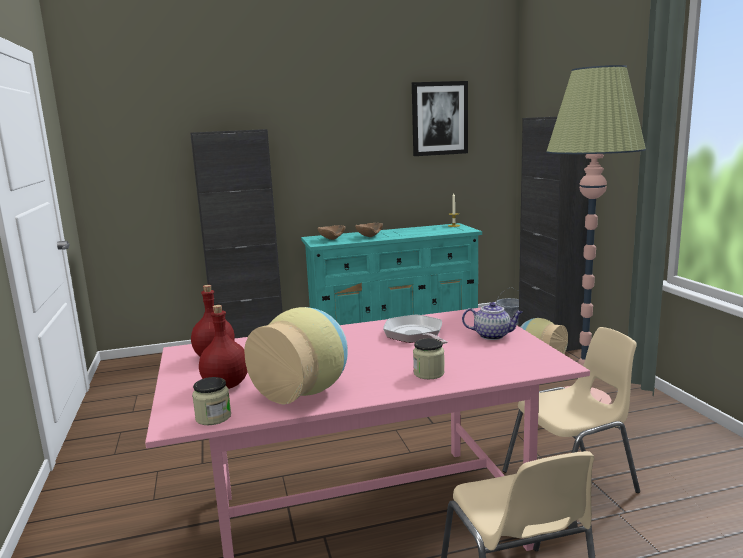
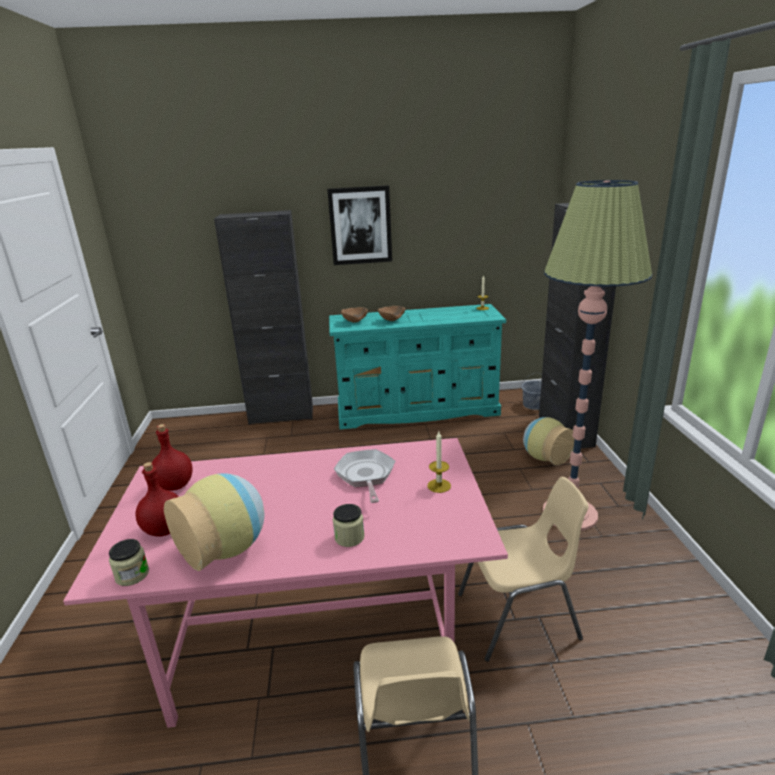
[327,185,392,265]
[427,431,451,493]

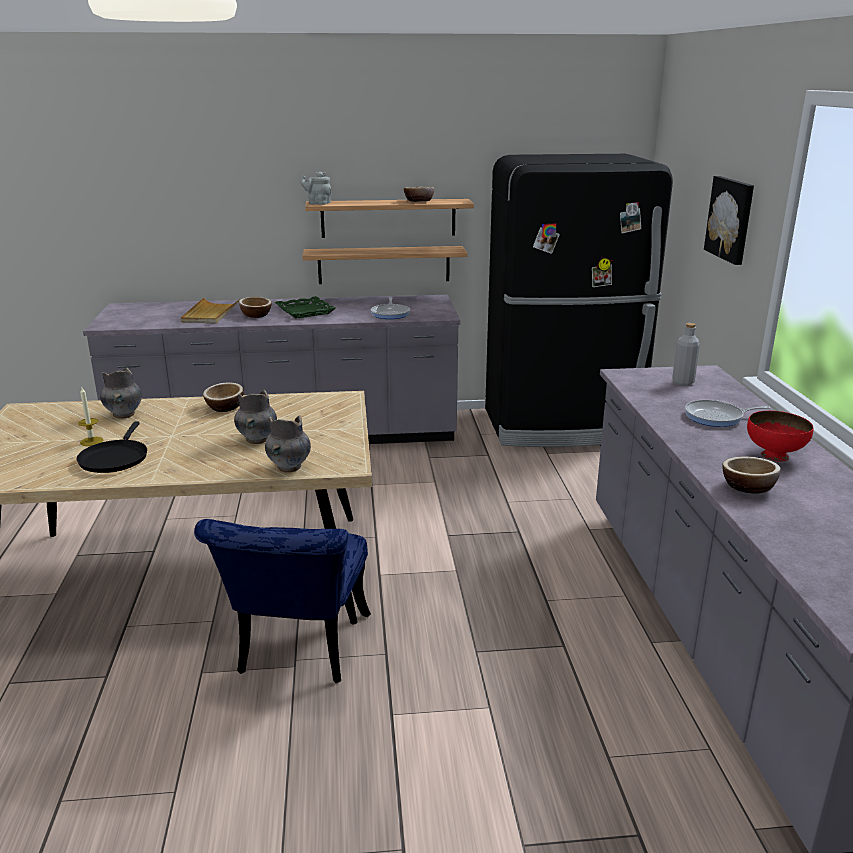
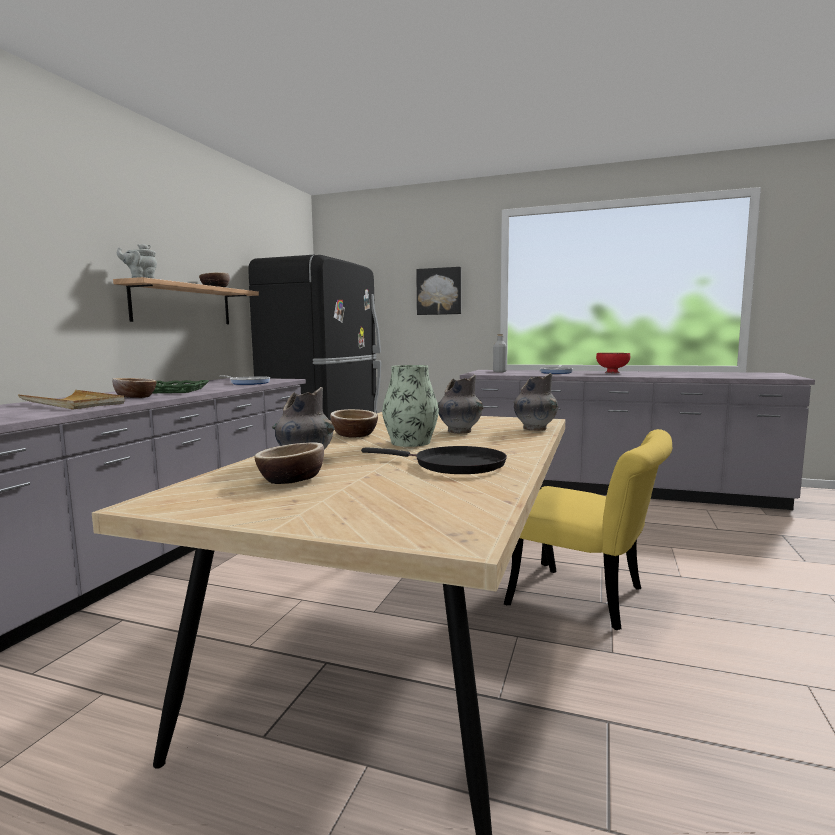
[302,246,467,284] (first image)
[78,387,103,446] (first image)
[255,442,324,484]
[504,429,672,630]
[382,365,439,447]

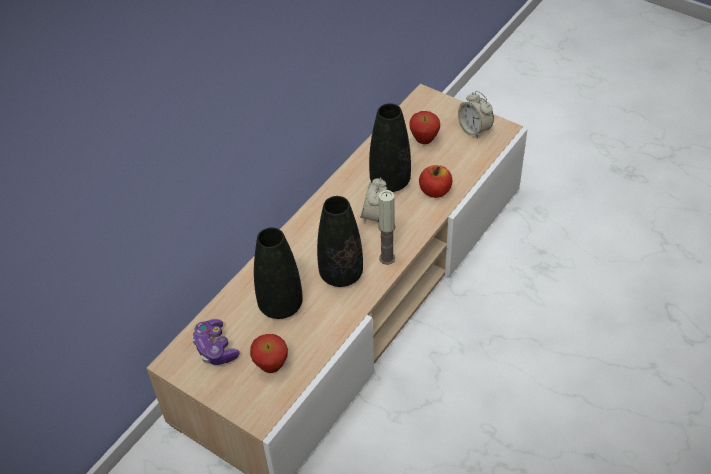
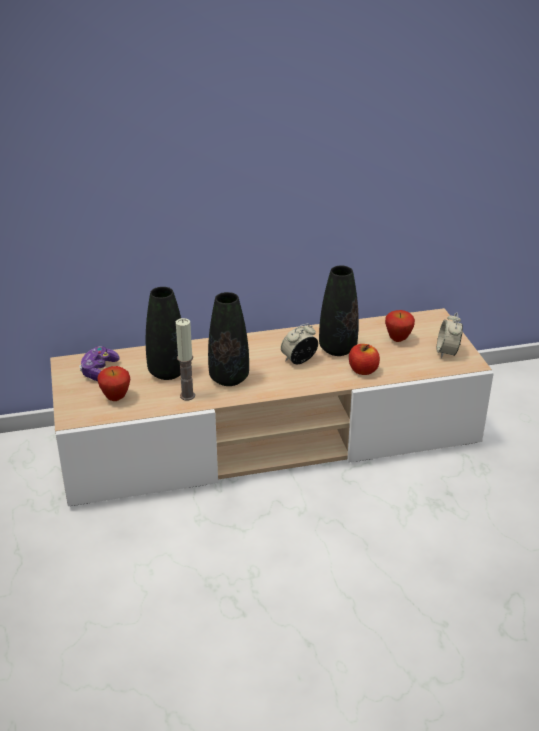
[176,318,195,400]

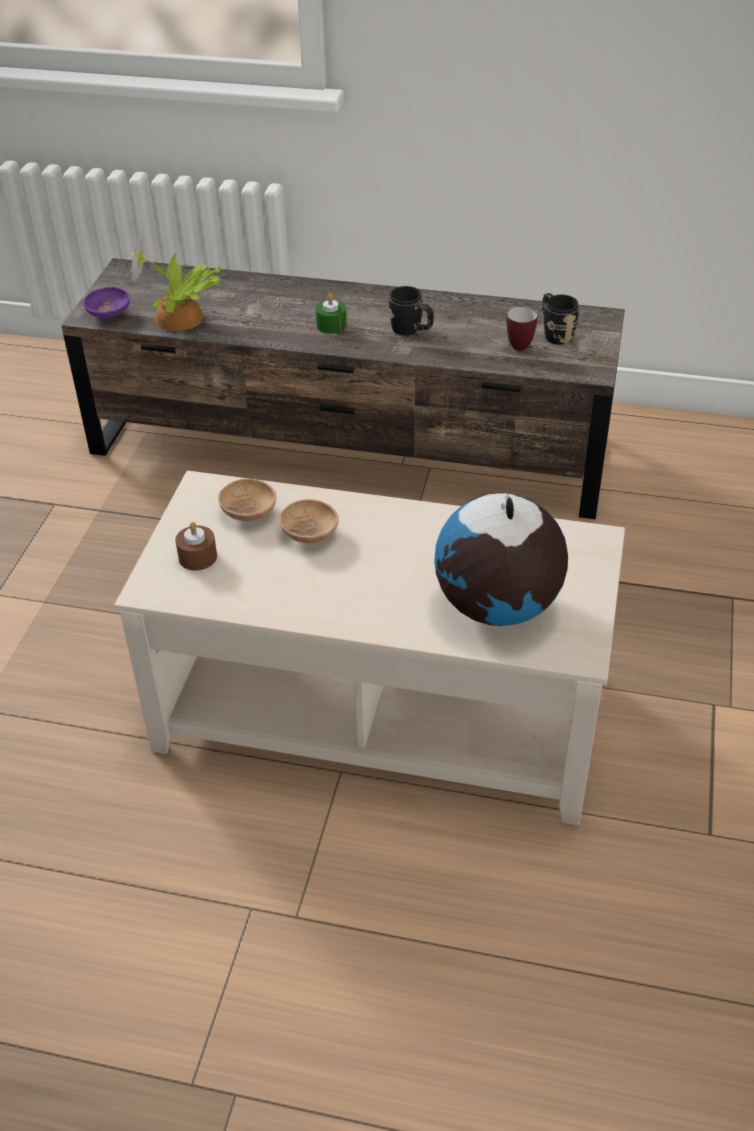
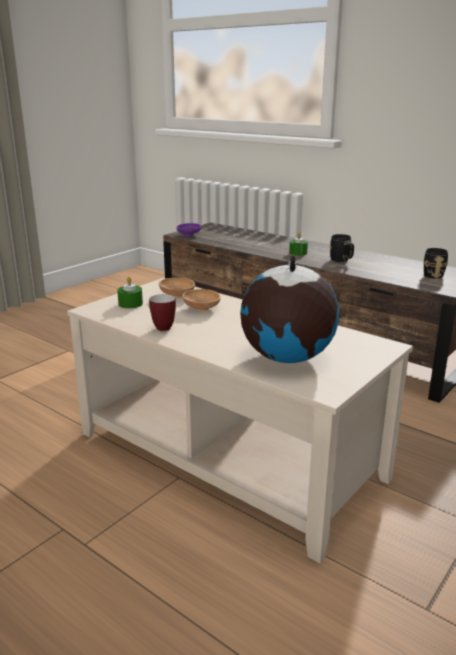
[131,234,220,331] (first image)
[149,294,176,331]
[117,277,143,309]

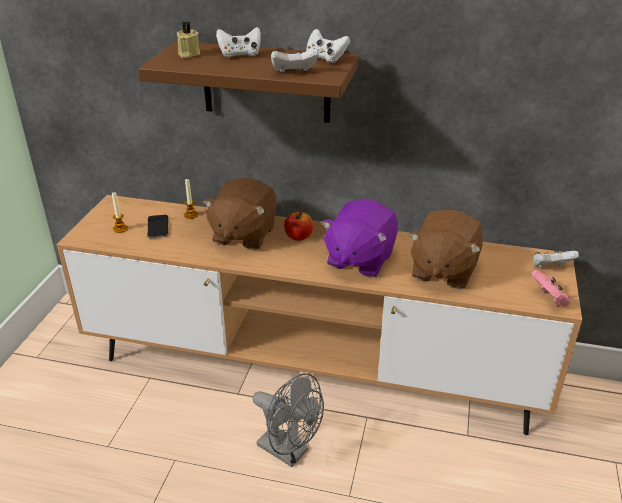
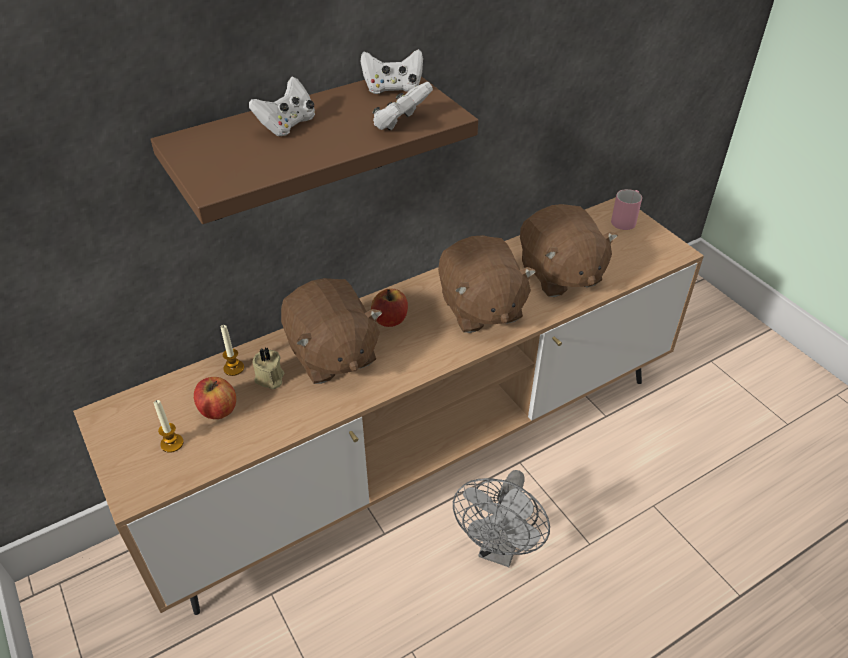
[252,347,284,389]
[438,235,536,333]
[194,377,236,419]
[611,189,642,230]
[531,270,571,306] (first image)
[453,470,550,567]

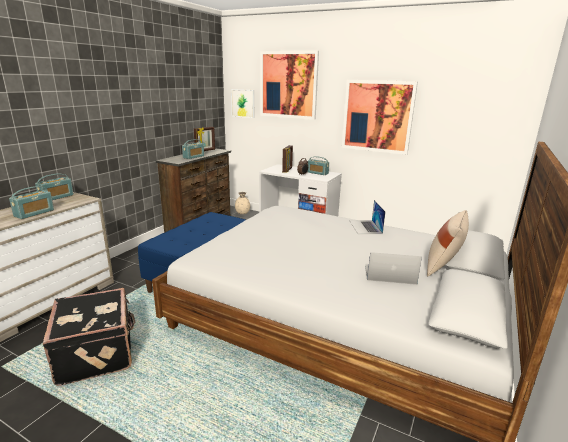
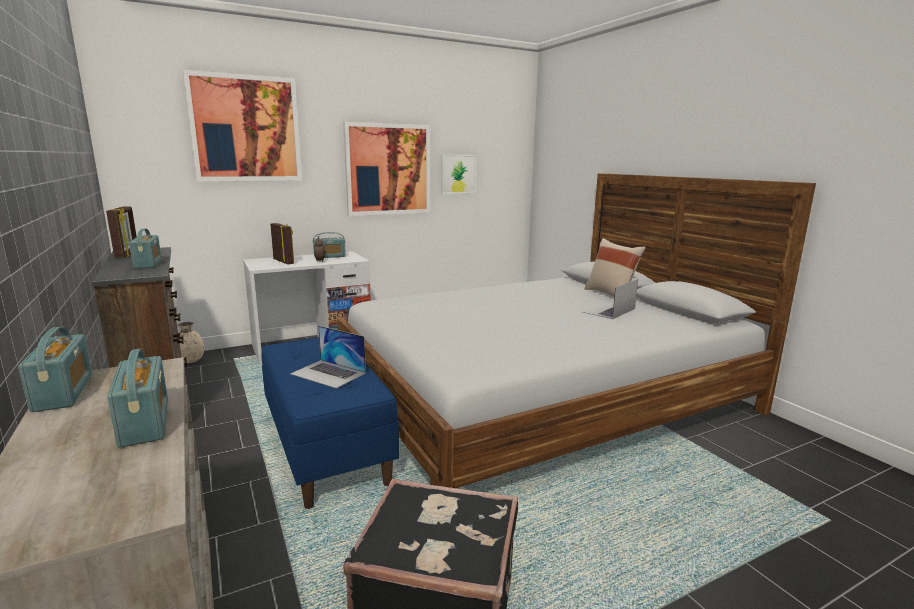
[441,154,476,194]
[290,326,366,389]

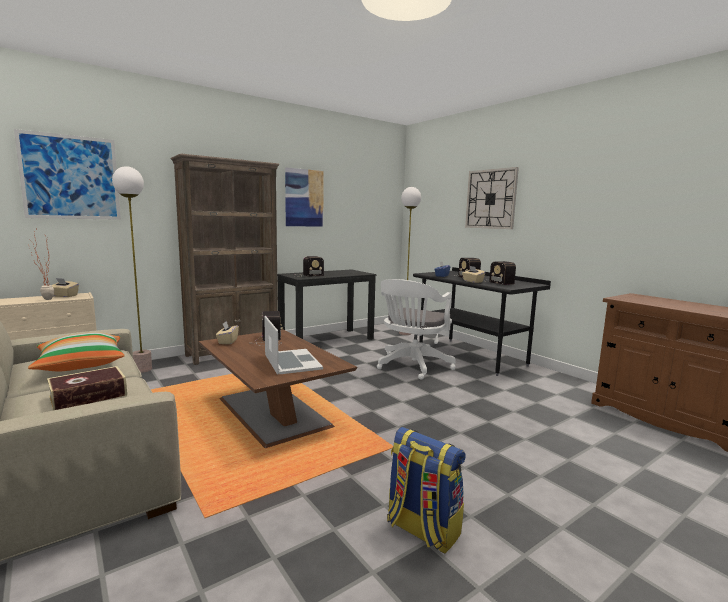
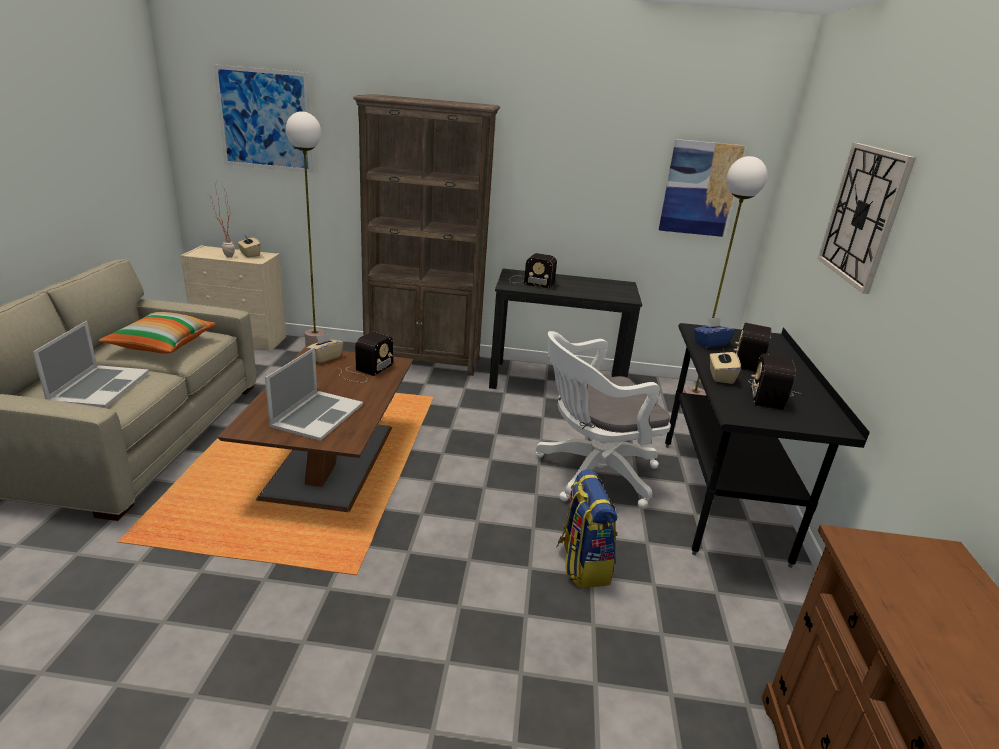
[659,139,745,237]
[33,321,149,408]
[557,470,617,588]

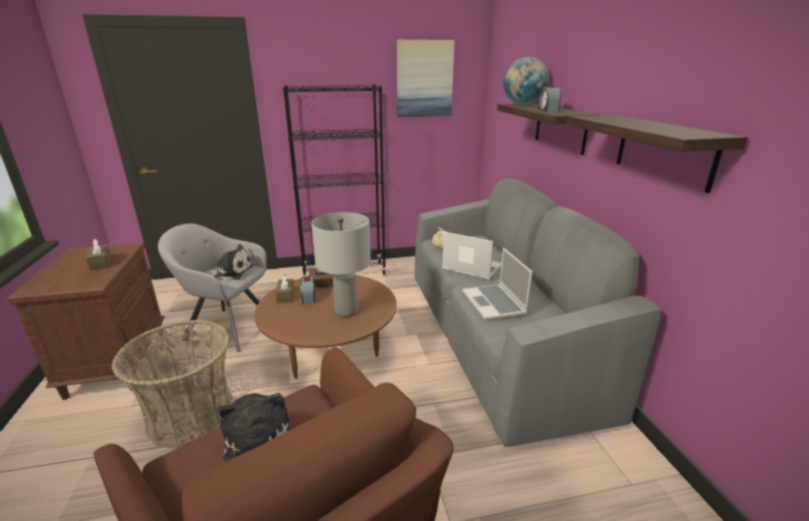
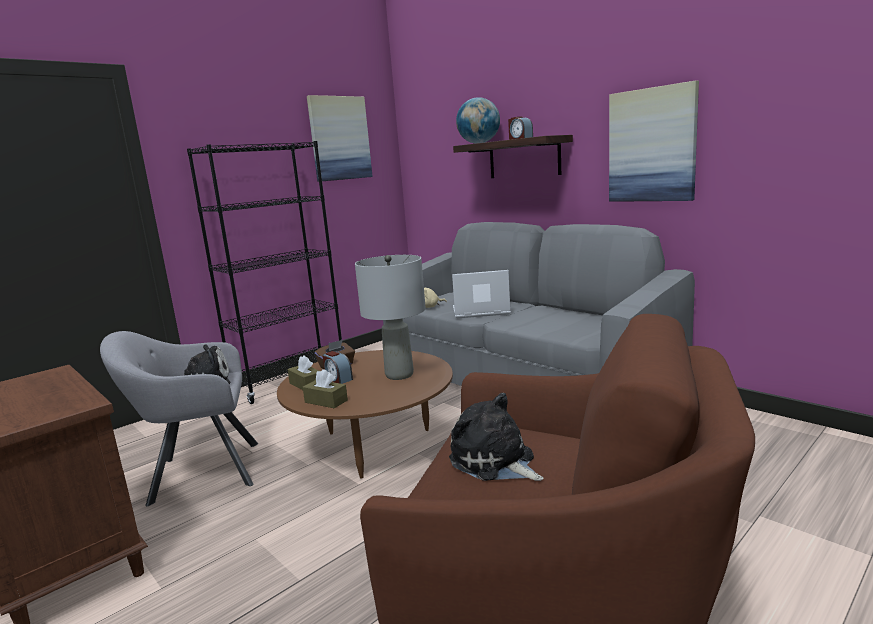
[609,80,699,202]
[303,369,348,408]
[462,248,532,320] (first image)
[111,320,233,449] (first image)

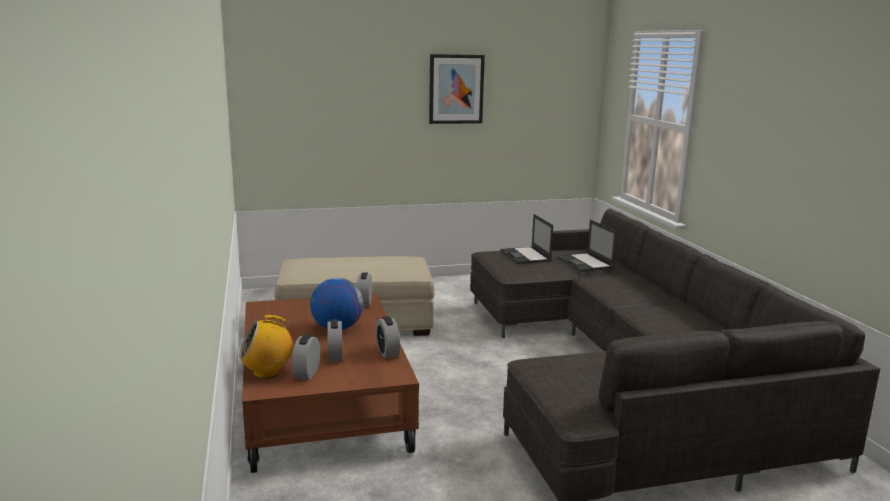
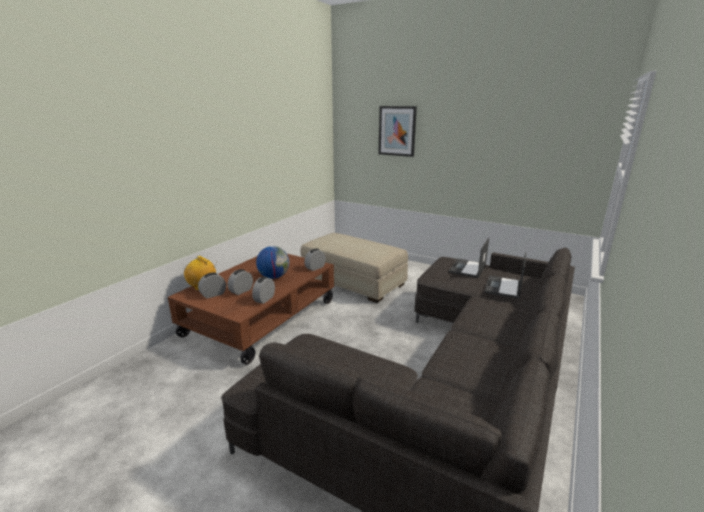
[378,106,417,157]

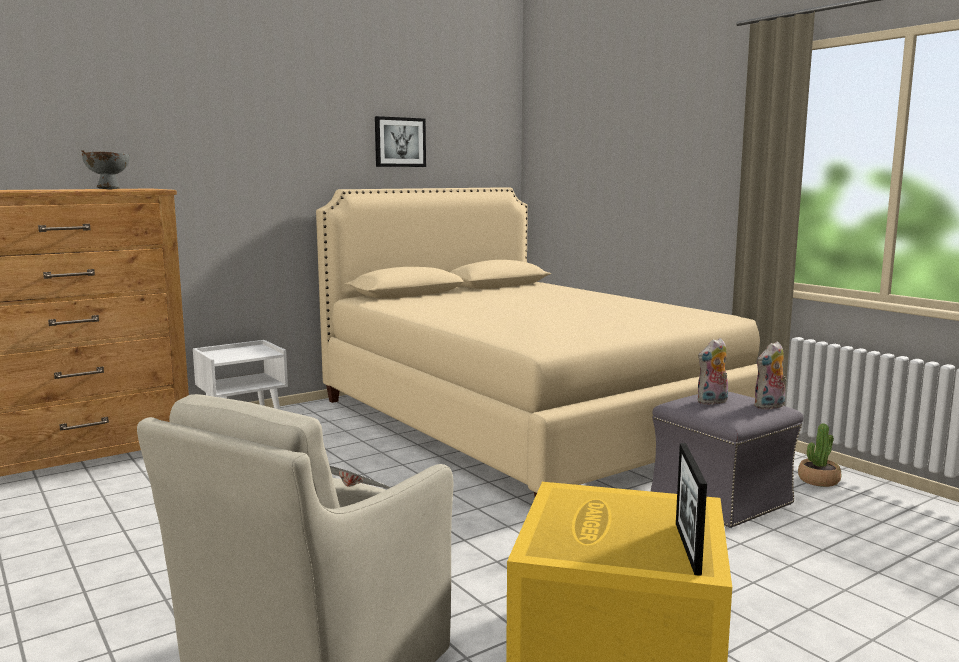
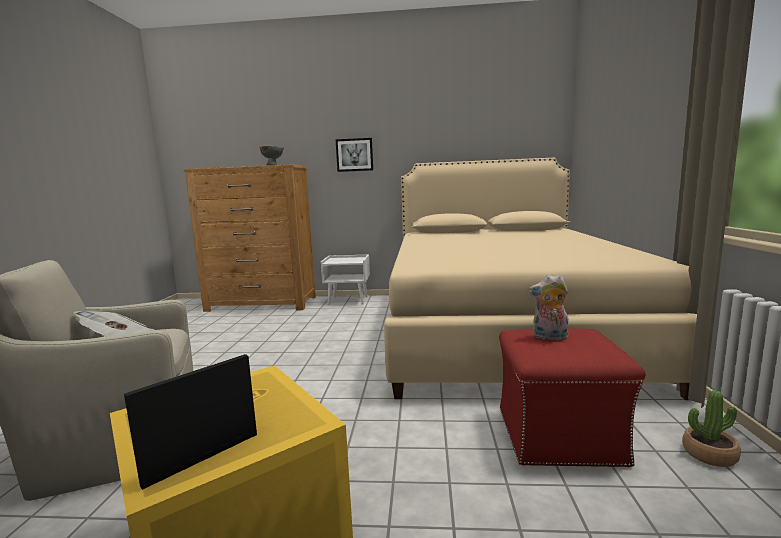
[336,138,373,172]
[754,341,787,410] (first image)
[499,329,645,467]

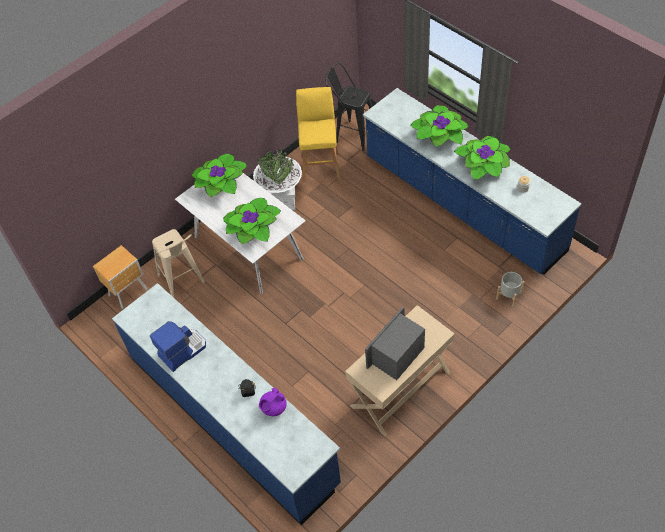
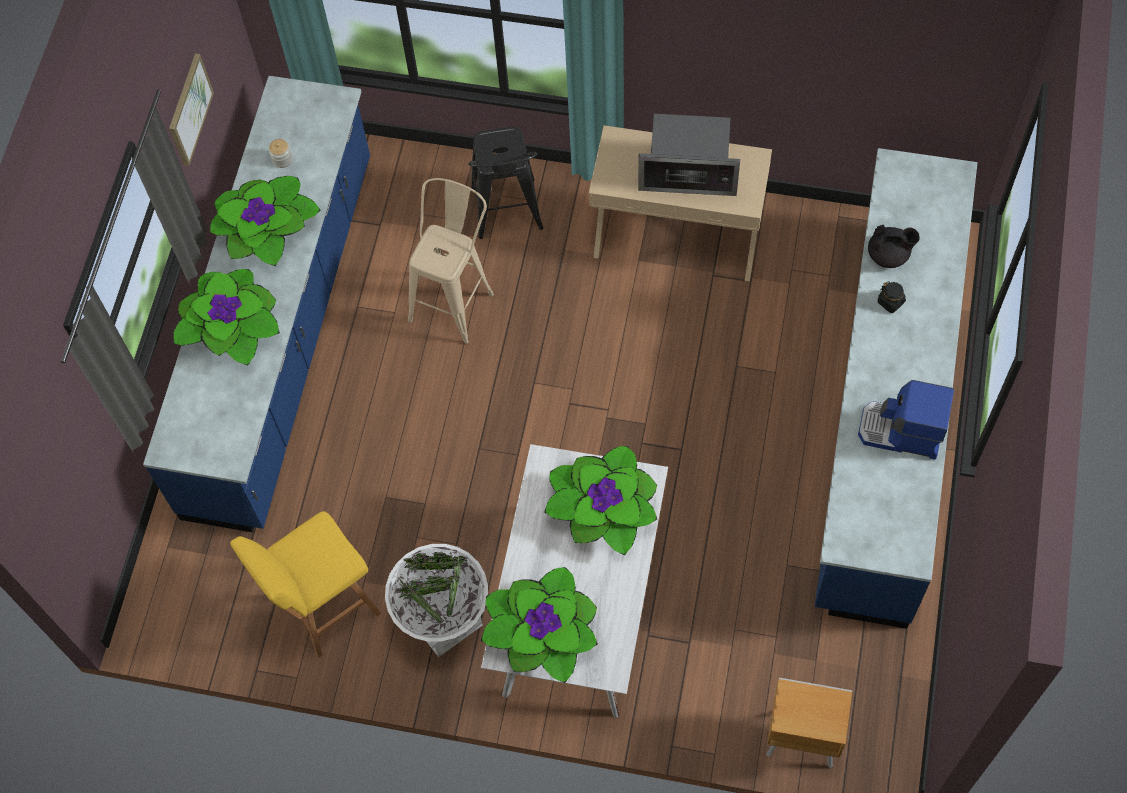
[468,127,543,239]
[408,178,494,344]
[496,272,525,307] (first image)
[868,225,920,268]
[169,54,214,166]

